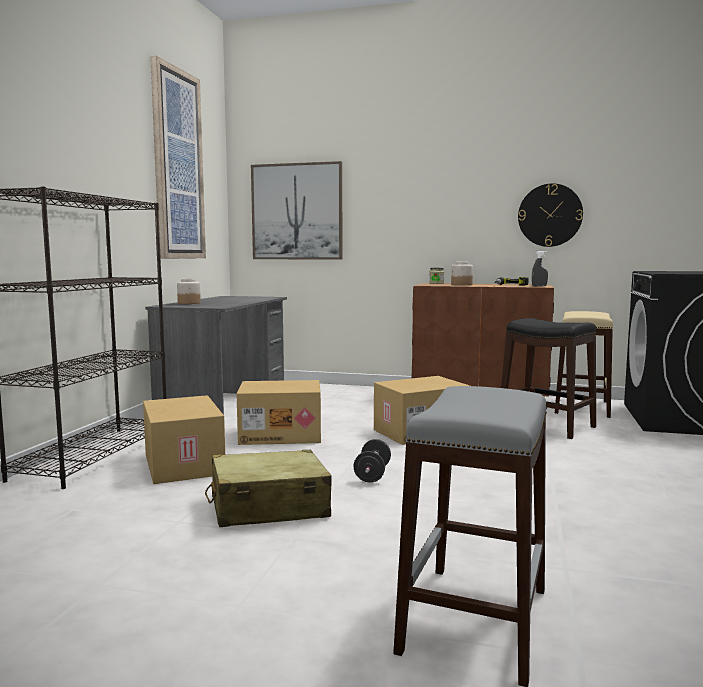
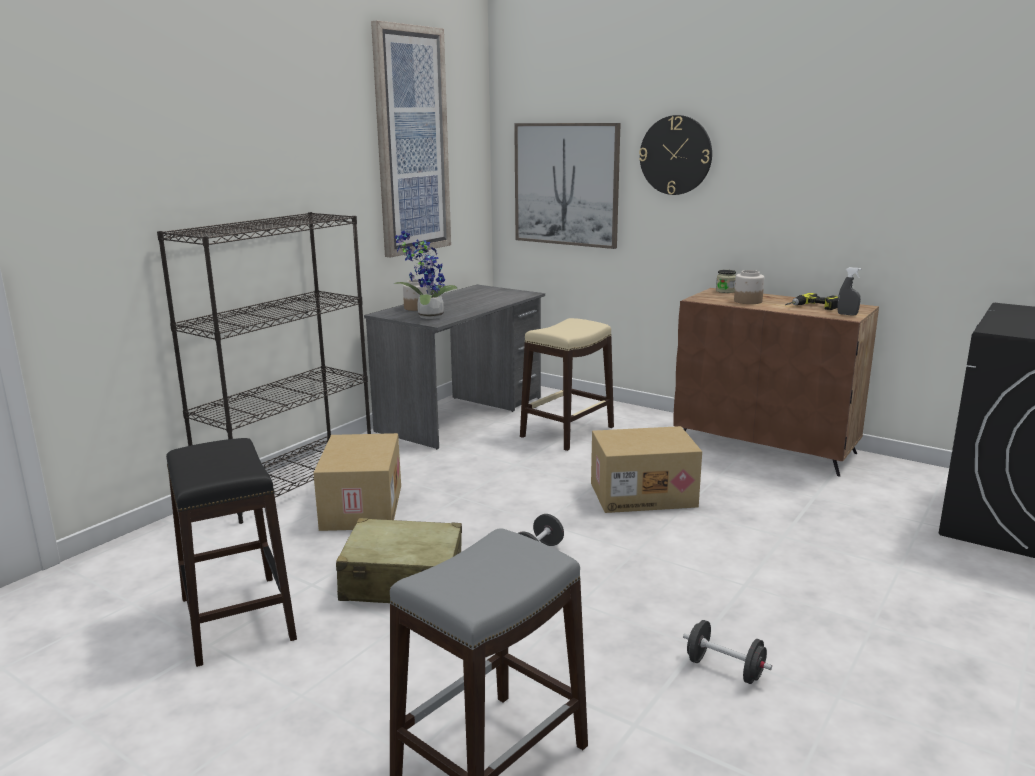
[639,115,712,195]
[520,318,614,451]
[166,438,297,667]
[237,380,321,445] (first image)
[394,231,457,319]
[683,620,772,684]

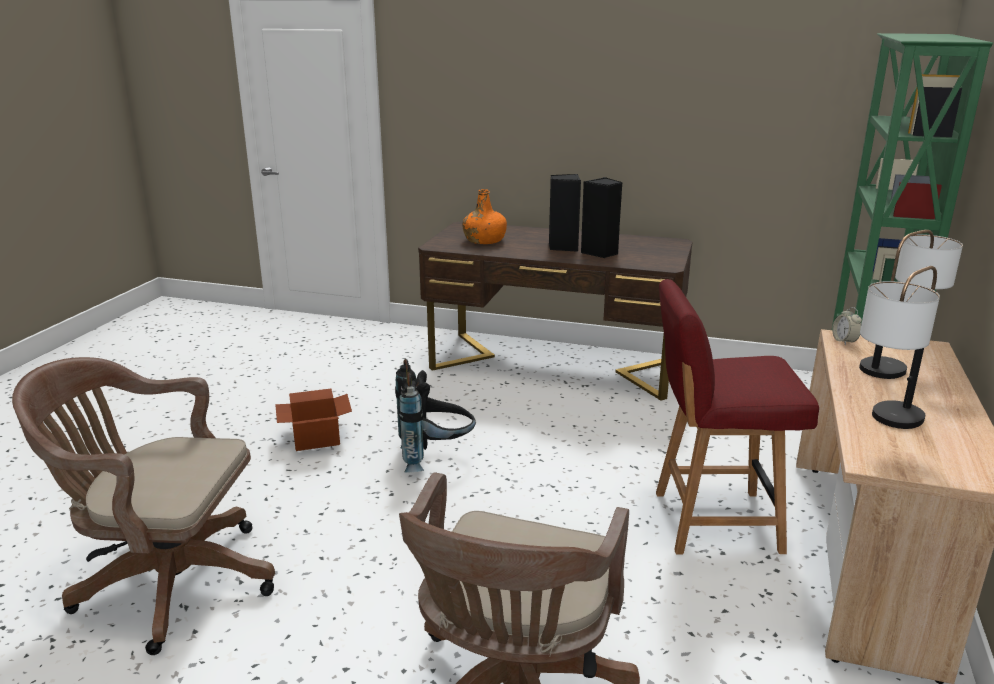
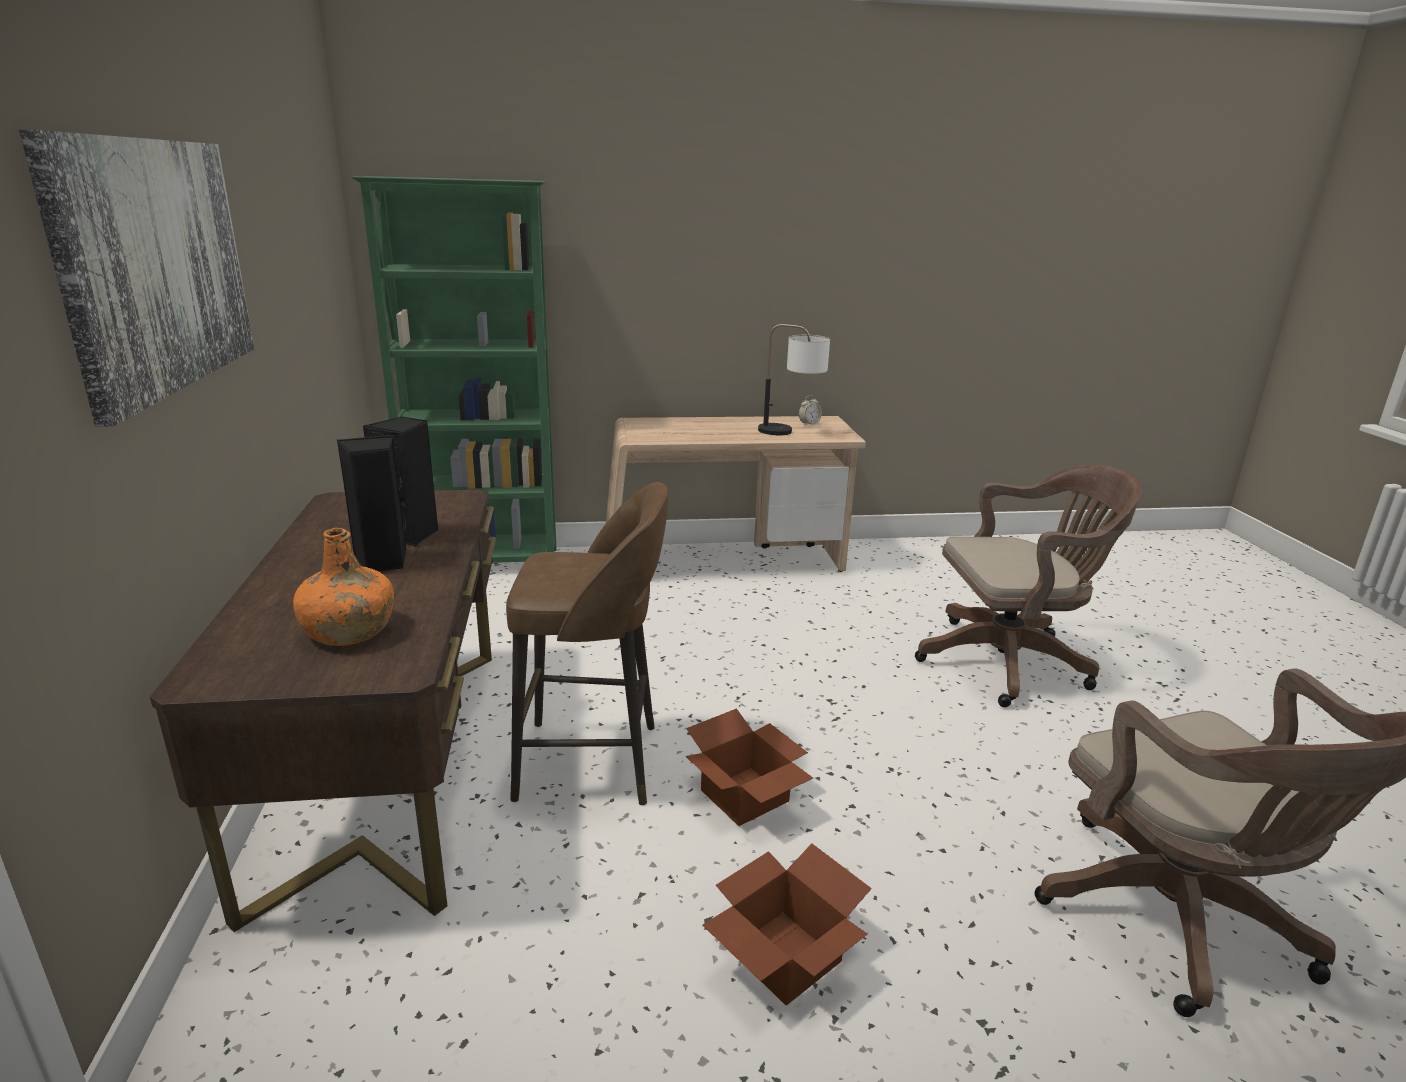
[859,230,963,379] (first image)
[656,279,819,555] (first image)
[799,395,822,426]
[685,708,813,826]
[19,130,254,427]
[506,482,668,806]

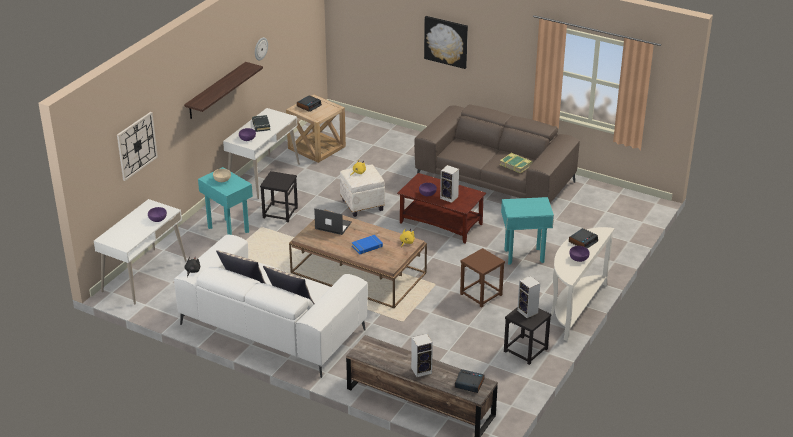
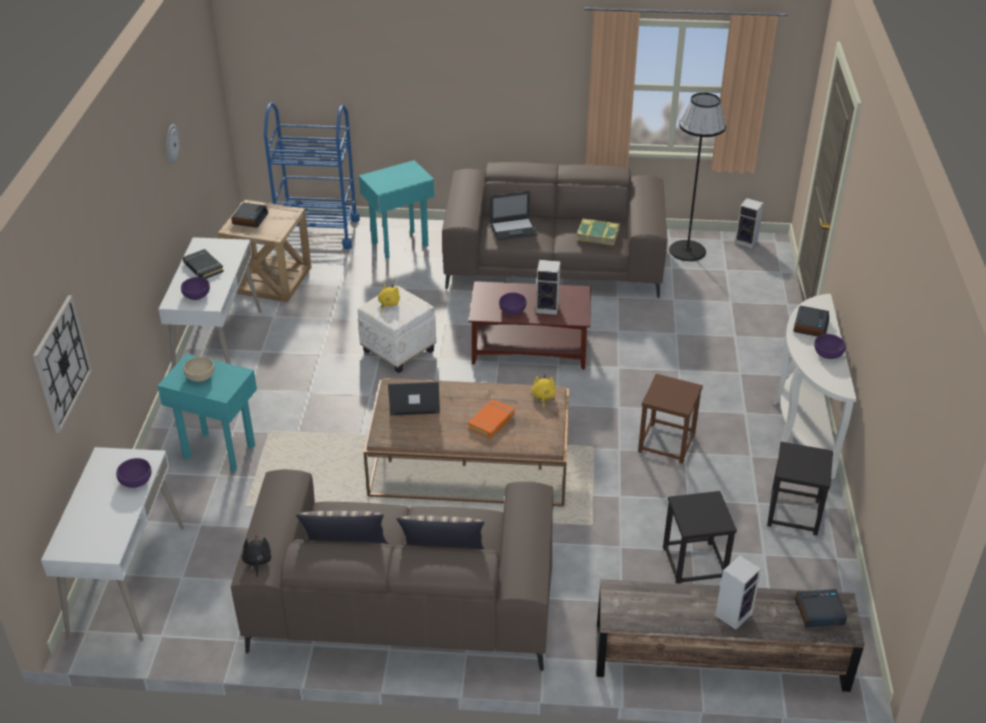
[424,16,468,69] (first image)
[184,62,263,119] (first image)
[663,491,737,584]
[359,160,435,259]
[231,469,553,671]
[468,399,515,439]
[735,198,764,248]
[669,93,726,261]
[264,102,360,249]
[490,191,538,241]

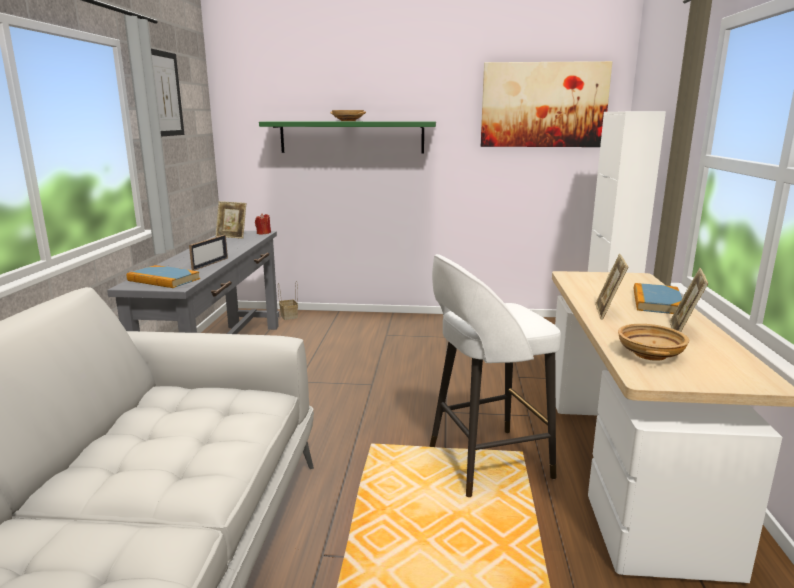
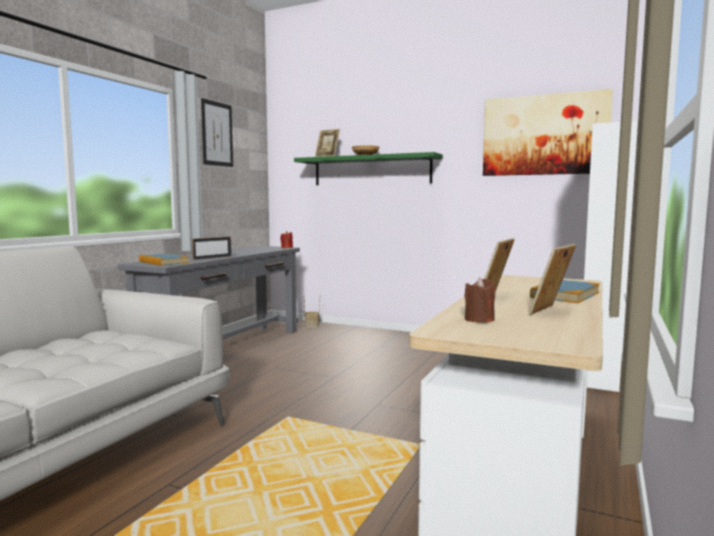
[315,129,340,157]
[430,254,561,497] (first image)
[464,277,496,323]

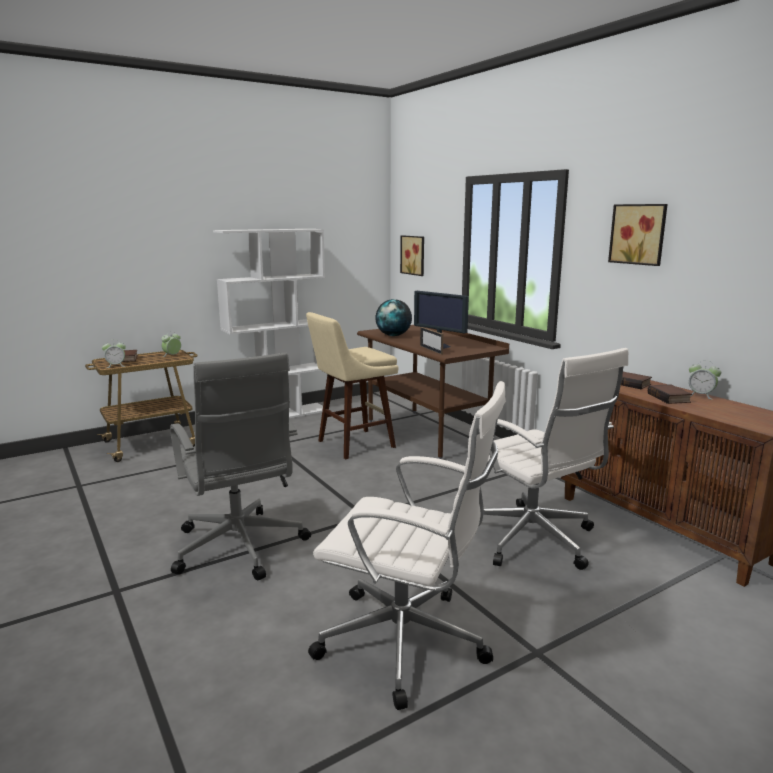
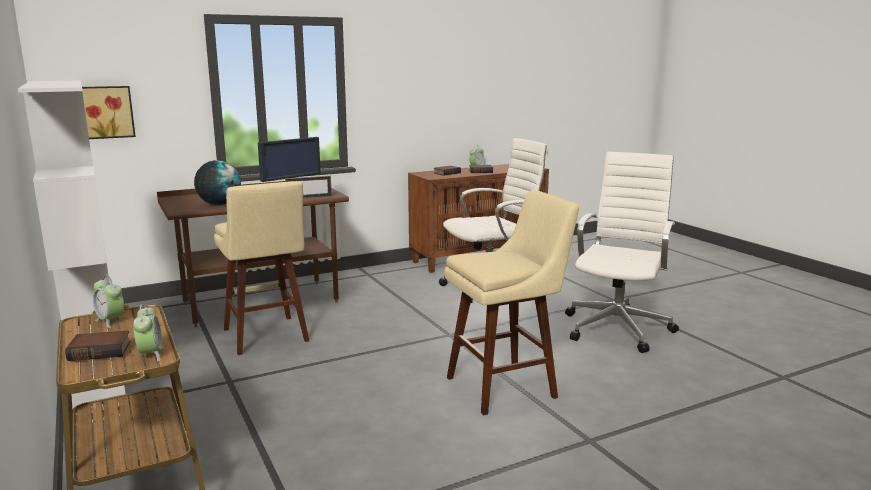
[608,204,668,266] (first image)
[444,190,579,415]

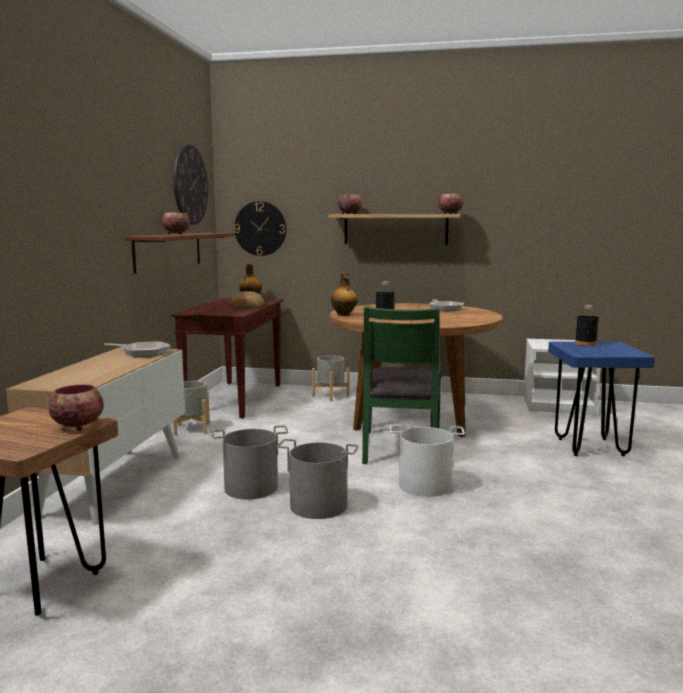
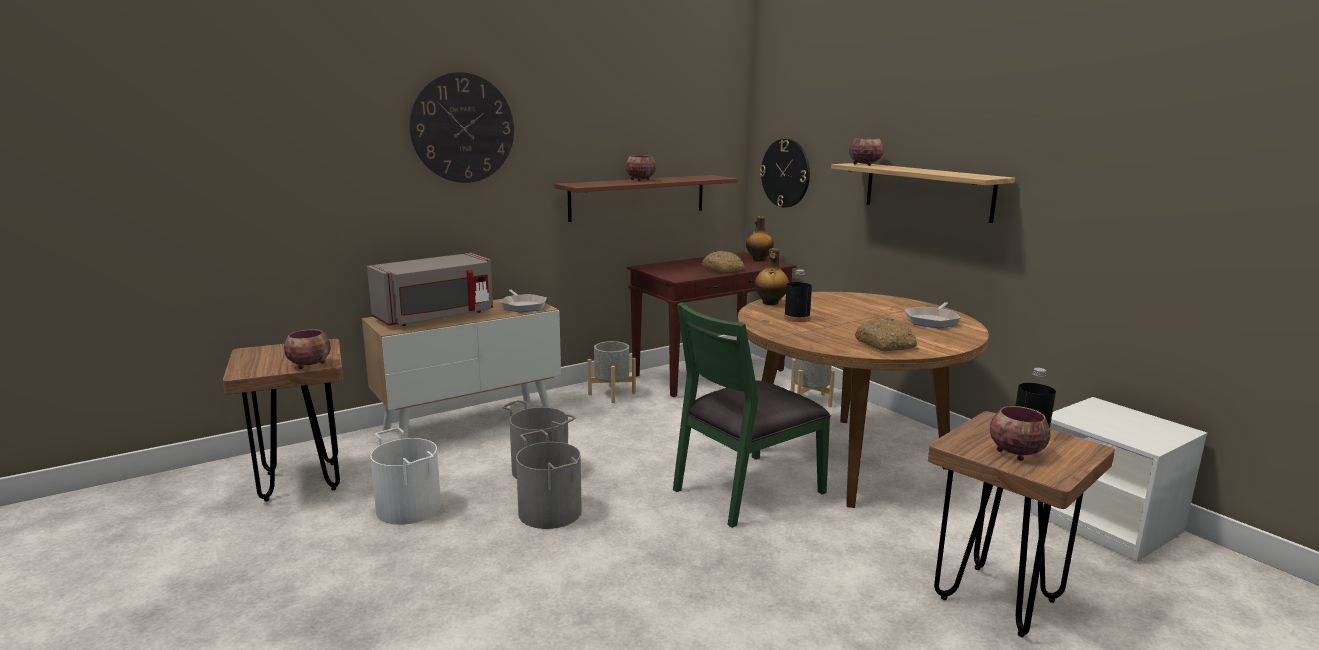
[409,72,514,183]
[990,406,1051,461]
[928,411,1115,637]
[370,427,441,525]
[367,253,493,326]
[855,318,917,351]

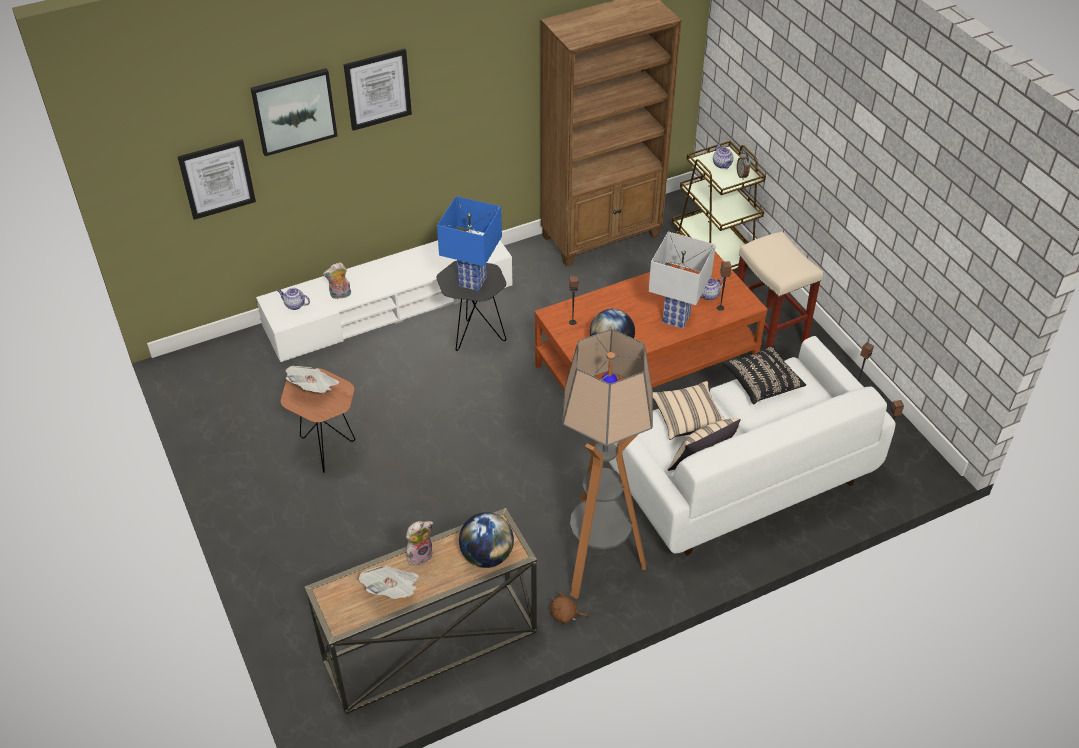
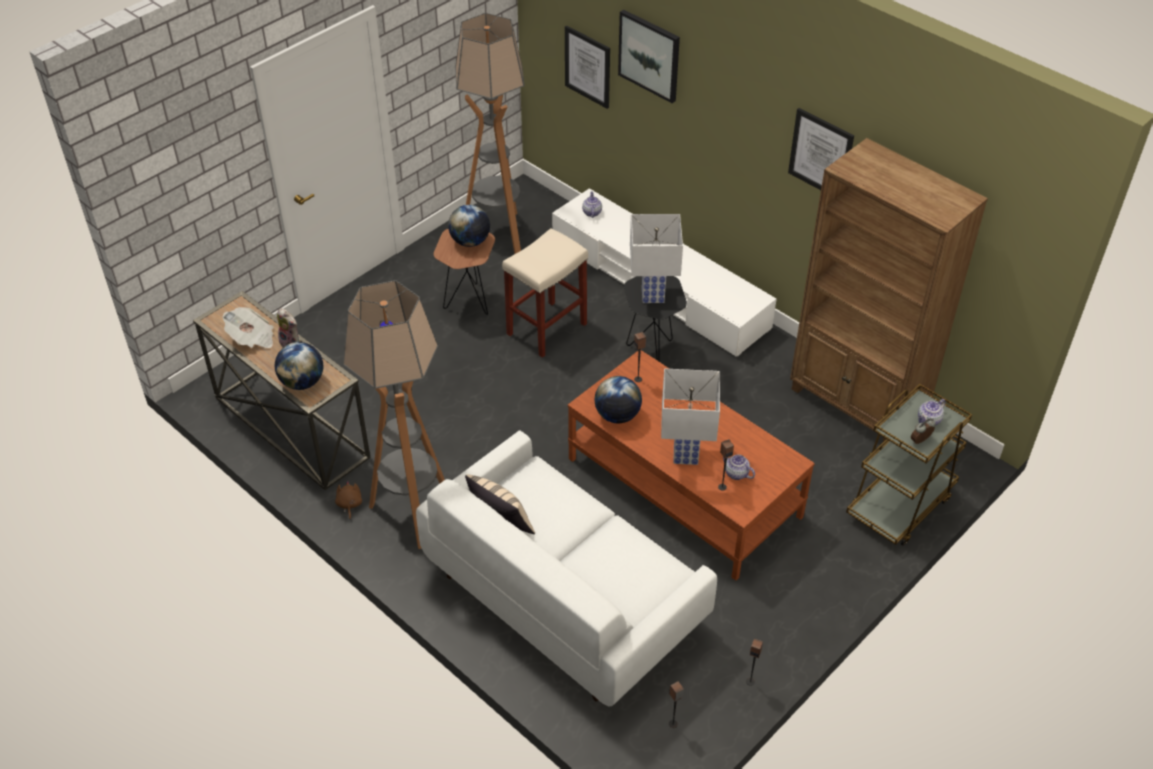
[788,108,854,190]
[630,214,683,303]
[502,228,588,358]
[323,262,351,299] (first image)
[721,345,806,404] (first image)
[448,205,490,247]
[653,381,725,440] (first image)
[455,13,525,254]

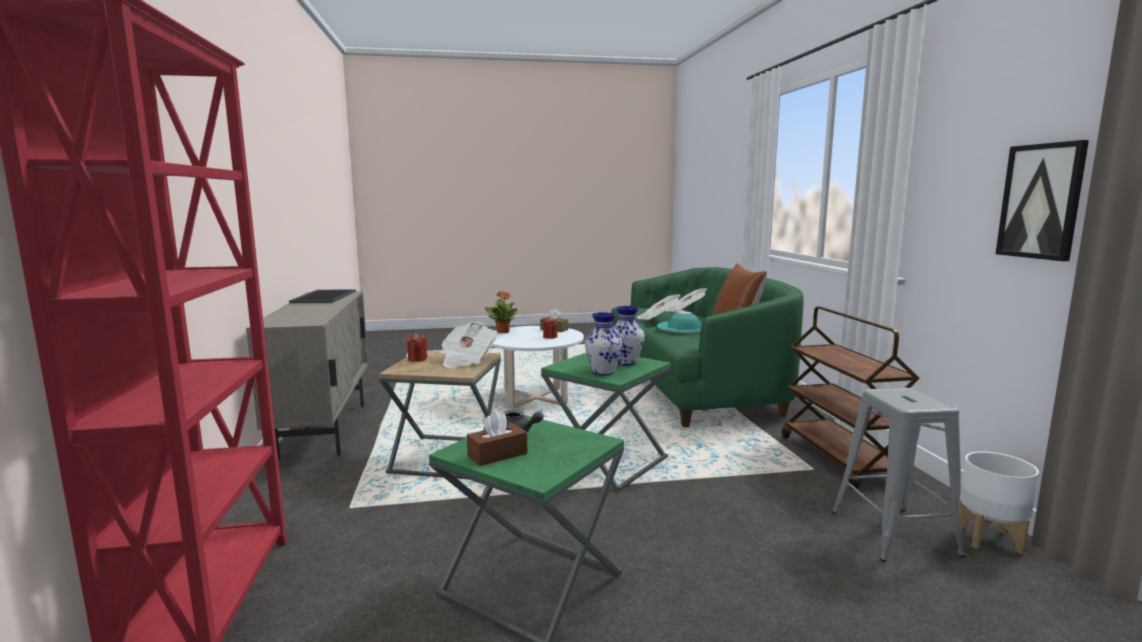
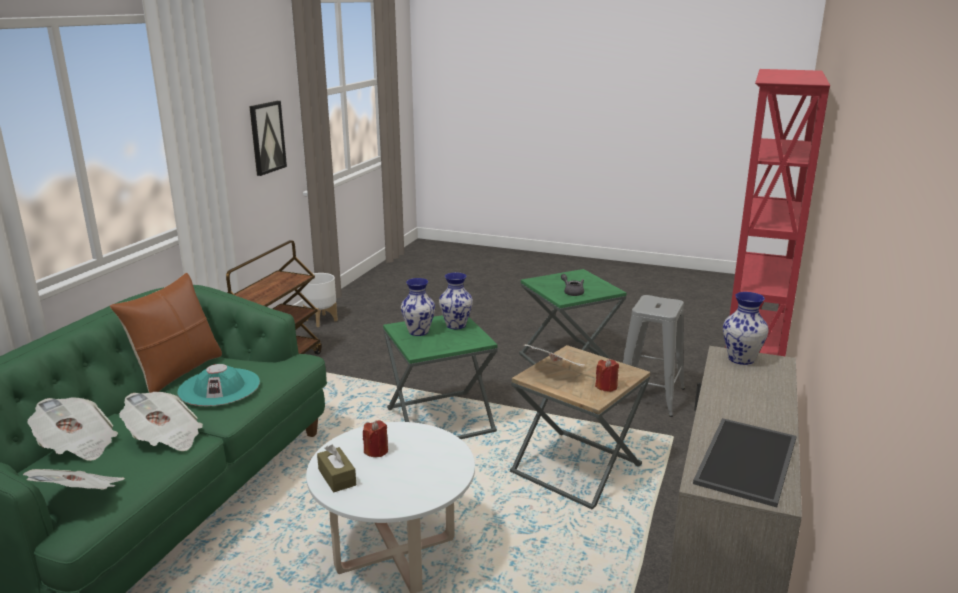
[485,291,518,333] (first image)
[623,295,685,417]
[467,411,527,466] (first image)
[723,292,769,365]
[23,469,125,489]

